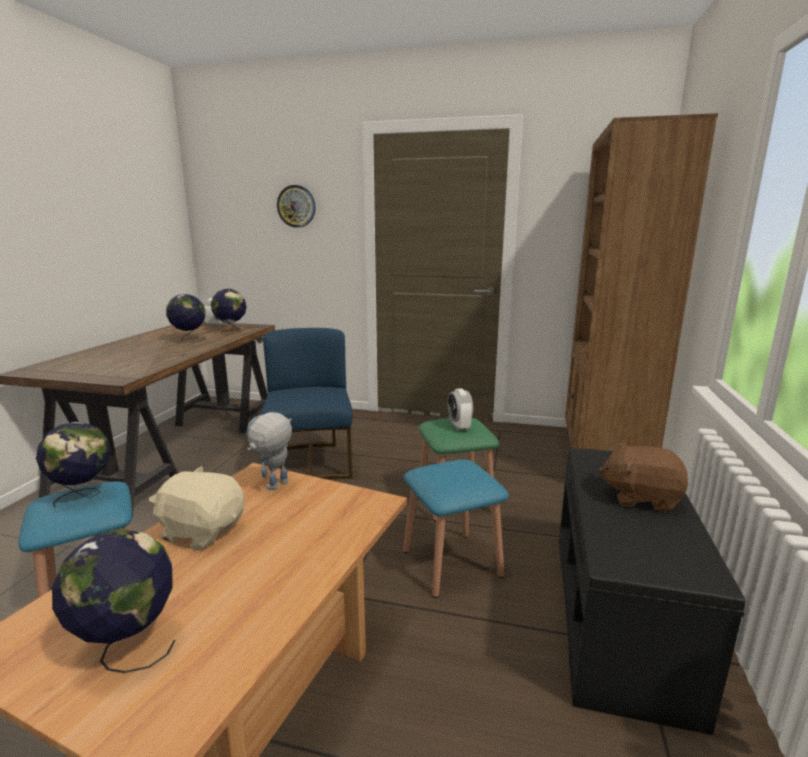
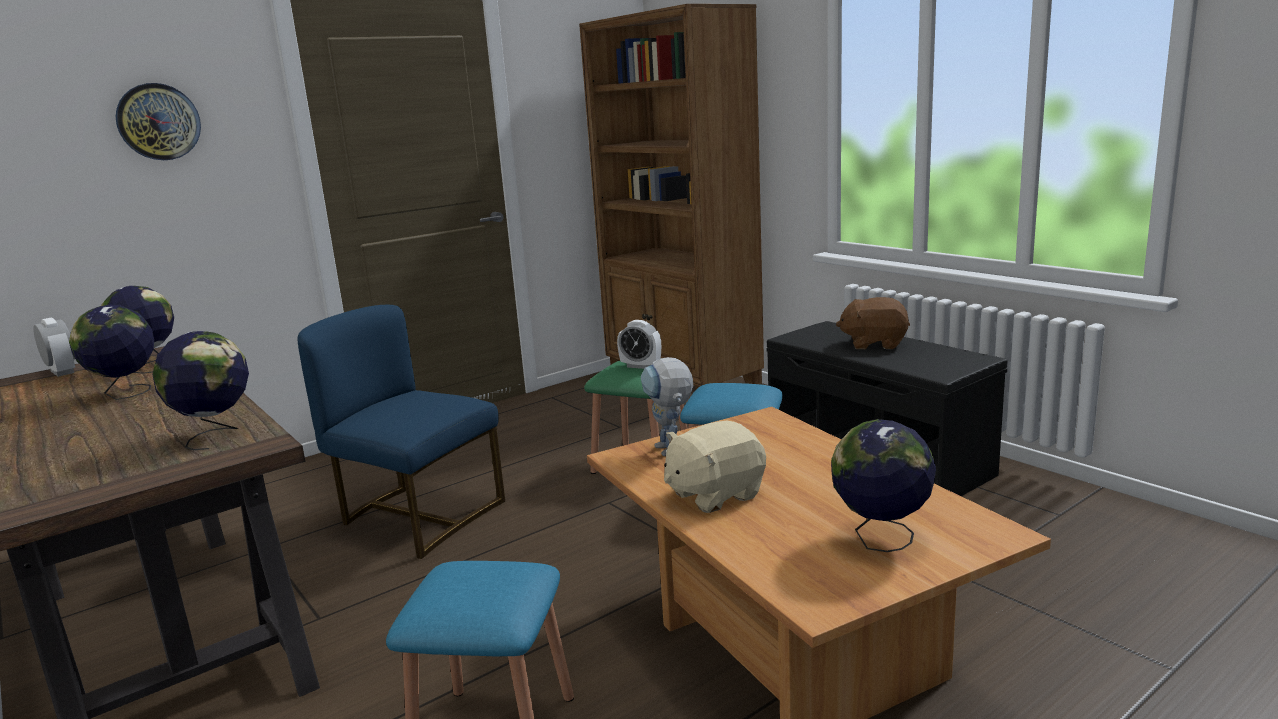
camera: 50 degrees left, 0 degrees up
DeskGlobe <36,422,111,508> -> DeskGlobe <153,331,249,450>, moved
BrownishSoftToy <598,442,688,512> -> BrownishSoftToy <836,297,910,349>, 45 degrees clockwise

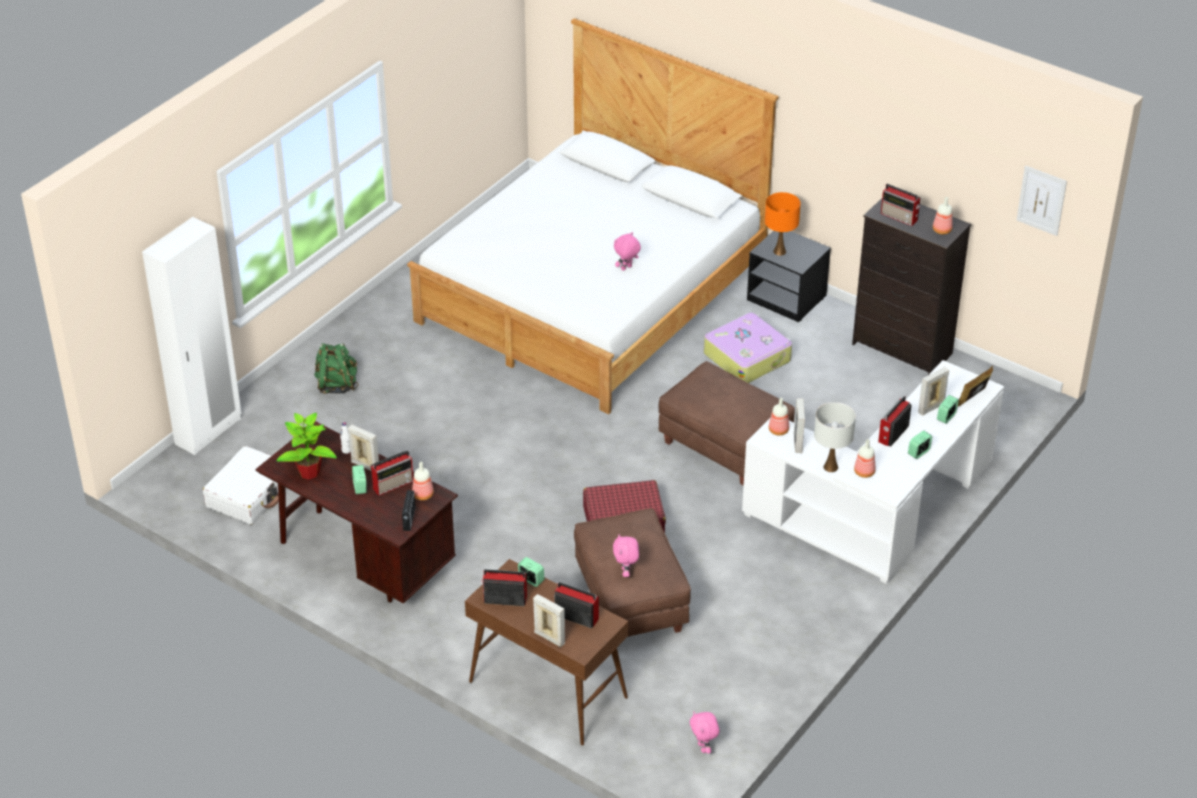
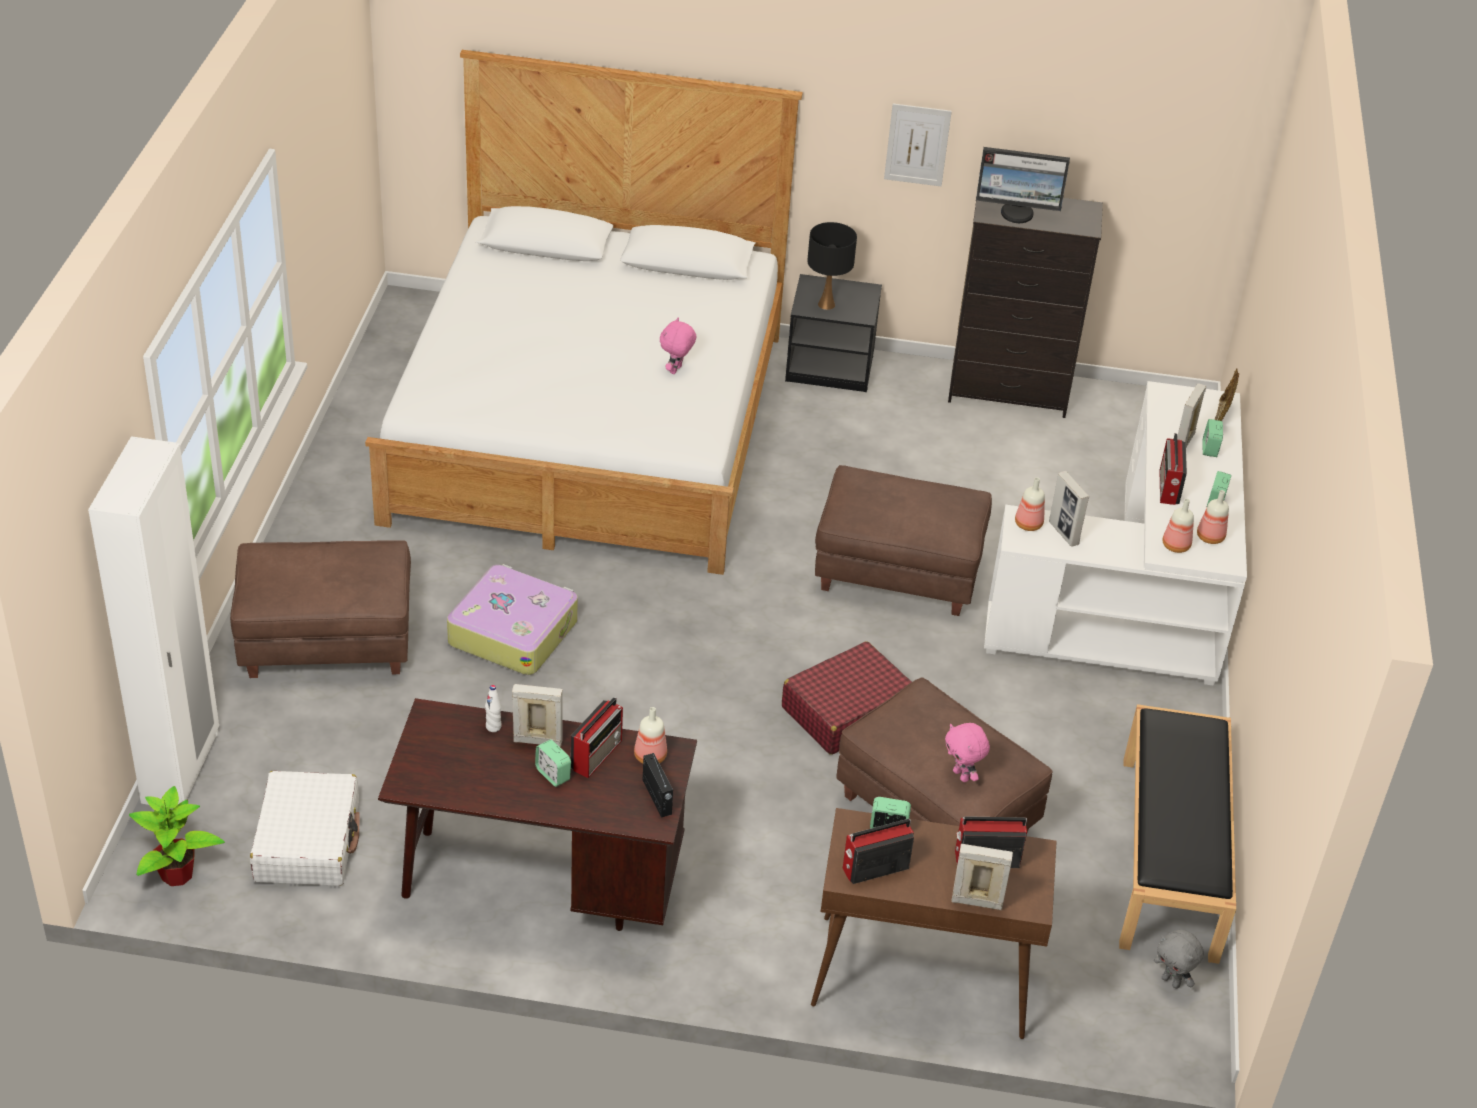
camera: 30 degrees left, 0 degrees up
WhitishTableLamp <814,402,856,472> -> none
none -> BlackColouredBench <1119,704,1236,964>
PlantInAPot <276,413,337,479> -> PlantInAPot <129,786,225,886>, moved
PieceOfLuggage <704,313,792,383> -> PieceOfLuggage <447,564,578,675>, moved
DrinkBottle <933,197,953,234> -> DrinkBottle <1197,490,1229,544>, moved
WallArt <1017,166,1067,236> -> WallArt <884,103,952,186>, moved
GreenKnapsack <314,343,358,394> -> BrownishPouffe <230,540,411,678>
RadioReceiver <881,184,921,226> -> Monitor <976,147,1070,223>
PinkSoftToy <690,711,719,754> -> GraySoftToy <1154,930,1204,989>
OrangeColouredTableLamp <765,192,801,256> -> BlackColouredTableLamp <807,222,857,310>

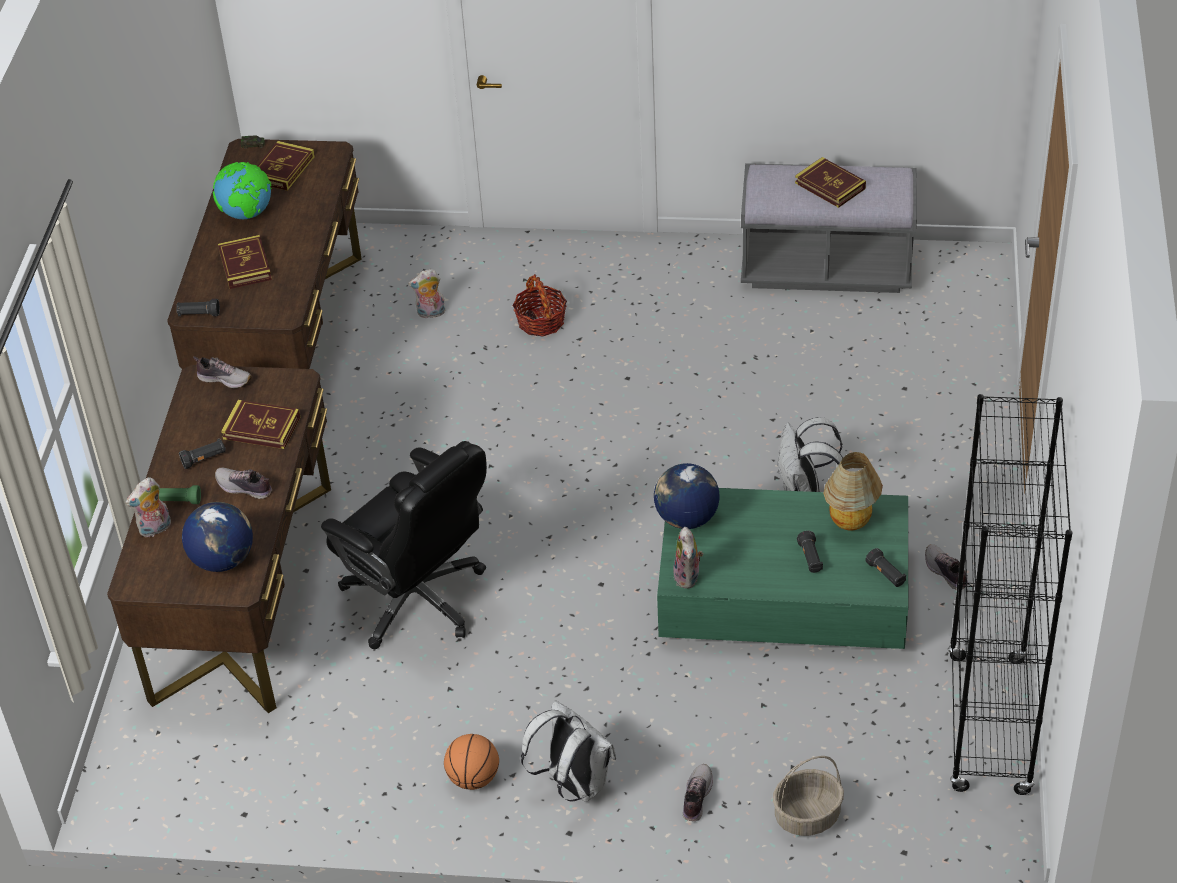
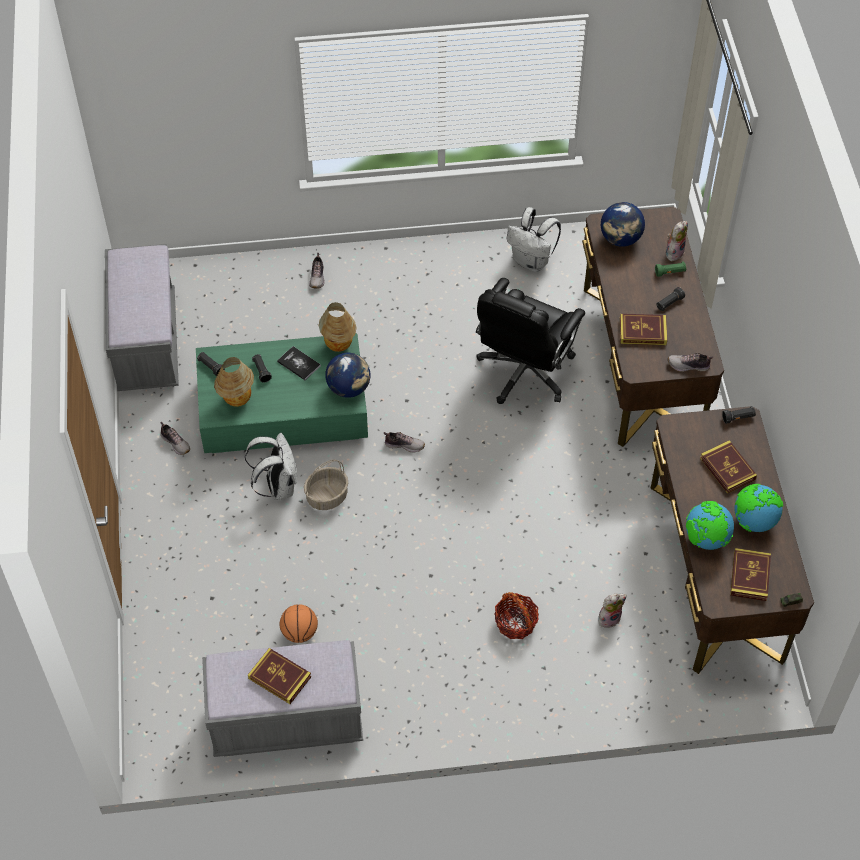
camera: 165 degrees right, 10 degrees up
none -> Volume <277,346,321,380>
none -> DeskGlobe <686,501,734,550>
Shoe <215,468,272,499> -> Shoe <384,432,425,453>, moved
BallForBasketball <444,734,499,790> -> BallForBasketball <279,604,318,643>, moved
WhitishKnapsack <521,700,616,802> -> WhitishKnapsack <507,207,561,272>, moved
HouseholdBasket <773,756,844,836> -> HouseholdBasket <304,459,348,510>, moved
SoftToy <673,527,704,588> -> TableLamp <319,302,357,352>
BlackColouredShelvingUnit <948,394,1073,795> -> GrayBench <105,244,179,391>
BlackColouredComputerChair <321,441,487,649> -> BlackColouredComputerChair <476,278,585,404>, 90 degrees counterclockwise

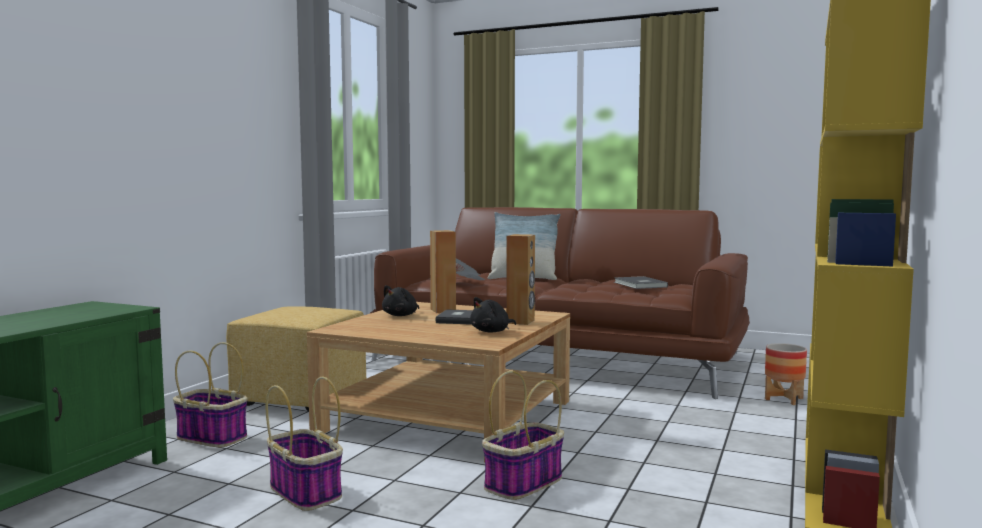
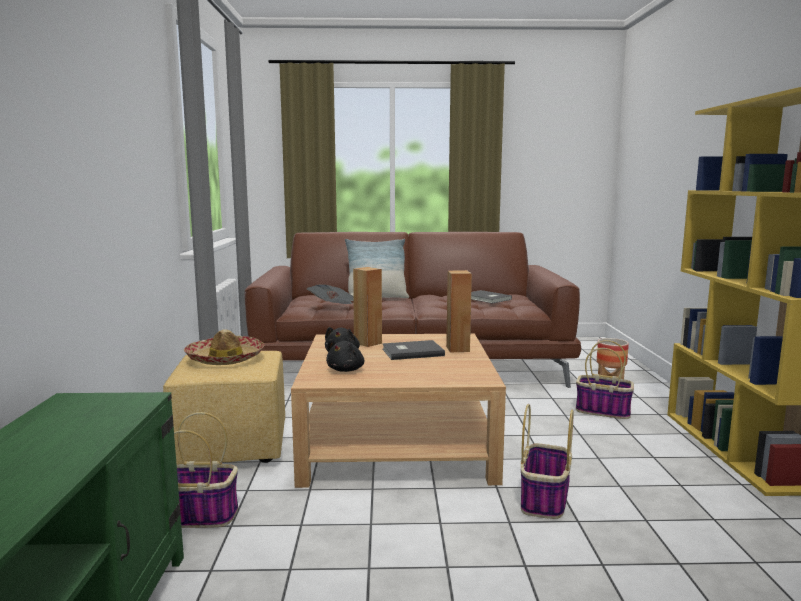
camera: 25 degrees left, 5 degrees up
none -> WearableHat <184,329,265,365>
HouseholdBasket <266,377,343,511> -> HouseholdBasket <576,340,634,419>, moved
BlackColouredSoftToy <470,297,516,332> -> BlackColouredSoftToy <326,340,364,372>, moved

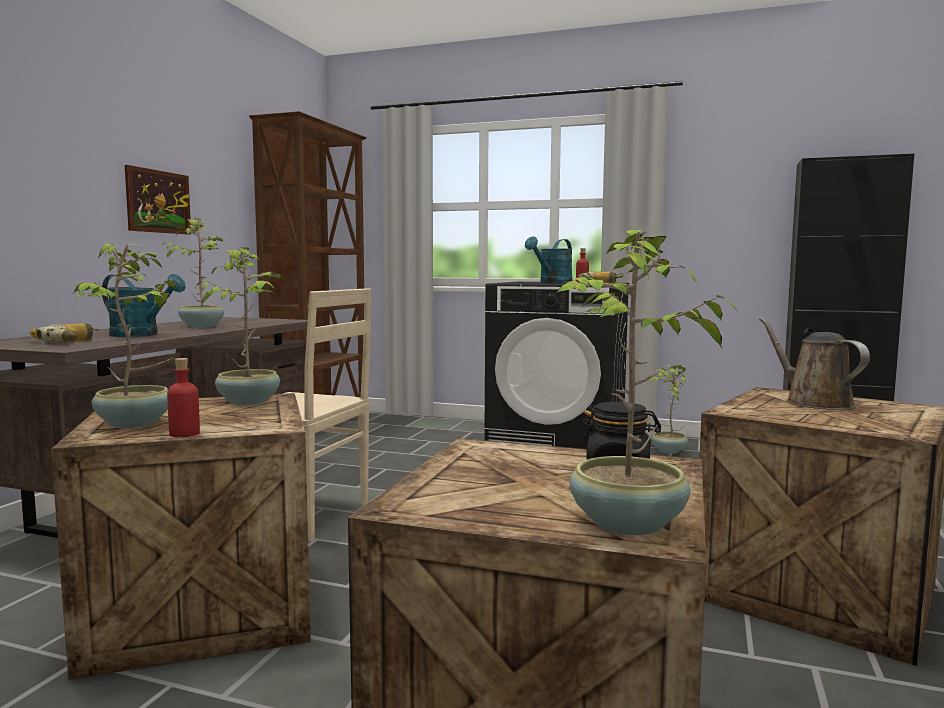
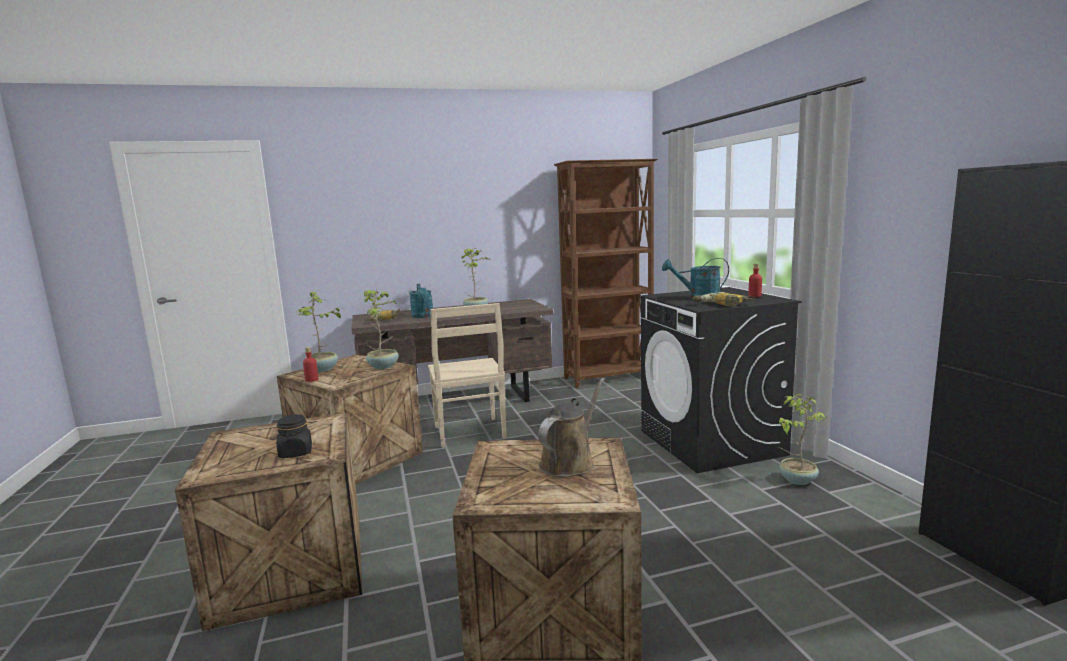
camera: 55 degrees right, 5 degrees up
WallArt <125,165,191,235> -> none
PlantInAPot <556,230,739,535> -> none

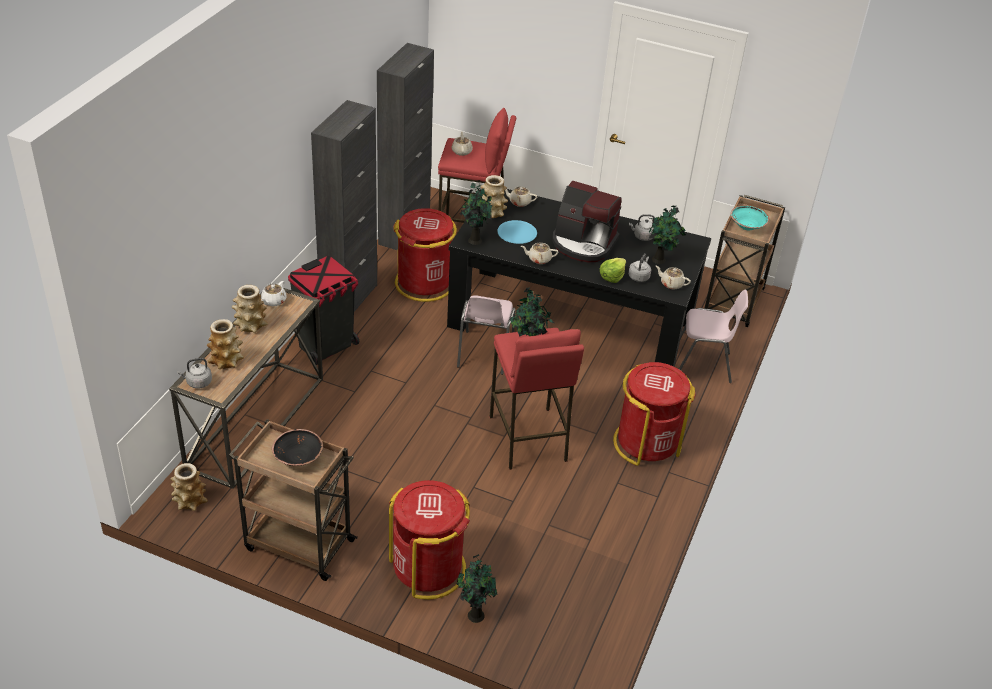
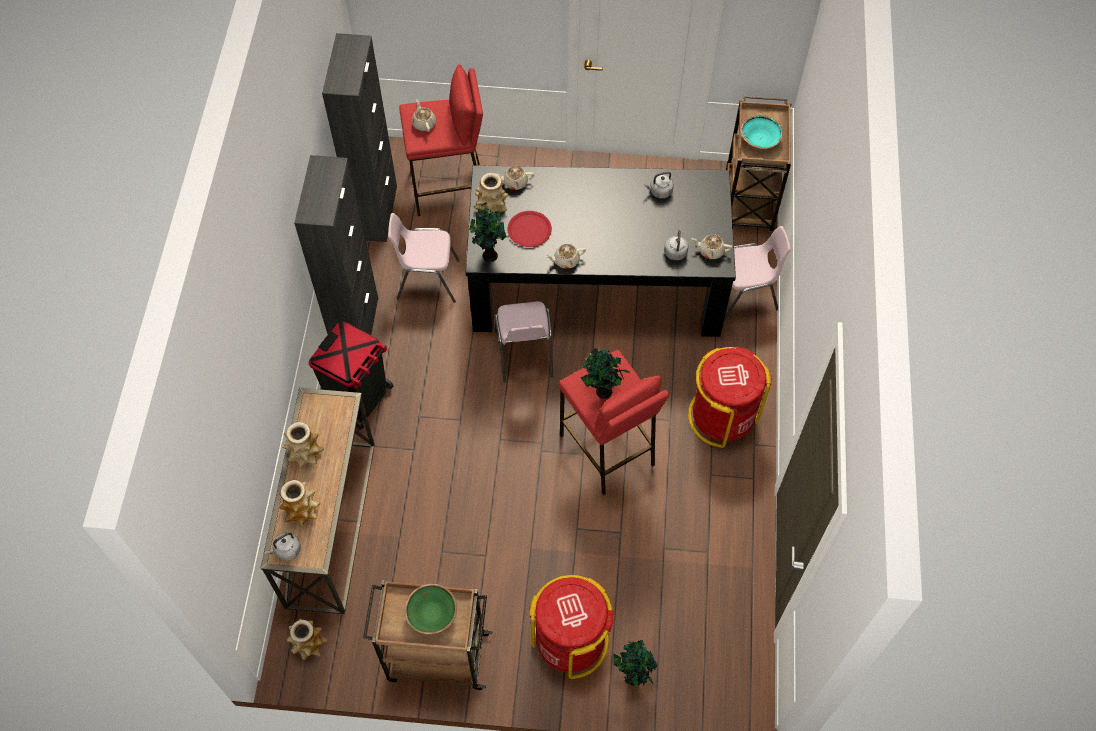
camera: 15 degrees left, 20 degrees up
WhitishTeapot <261,281,287,306> -> none
CoffeeMachine <552,180,622,263> -> none
Lettuce <600,258,626,283> -> none
PlantInAPot <649,206,686,264> -> none
ReddishWasteBin <393,208,457,302> -> PinkPlainChair <388,213,460,303>
BlackColouredDeepDish <272,429,323,466> -> GreenDeepDish <404,584,457,634>
BlueColouredDinnerPlate <497,220,537,244> -> ReddishDinnerPlate <508,211,552,247>

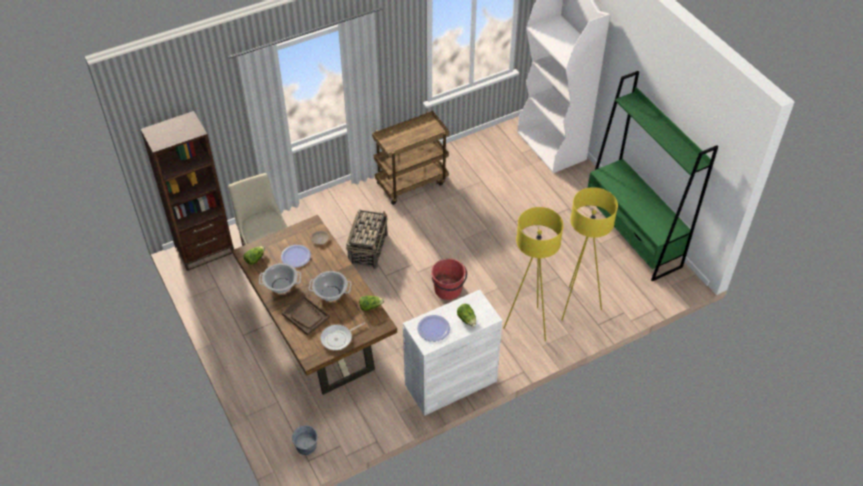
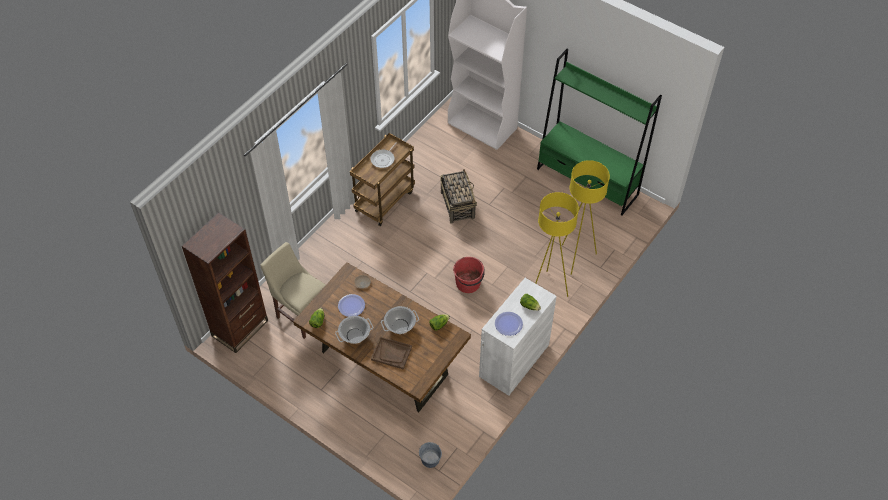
camera: 25 degrees left, 5 degrees up
Pan <320,323,365,350> -> Pan <371,143,397,168>, moved
HouseholdBasket <346,210,388,269> -> HouseholdBasket <440,169,477,224>, moved

